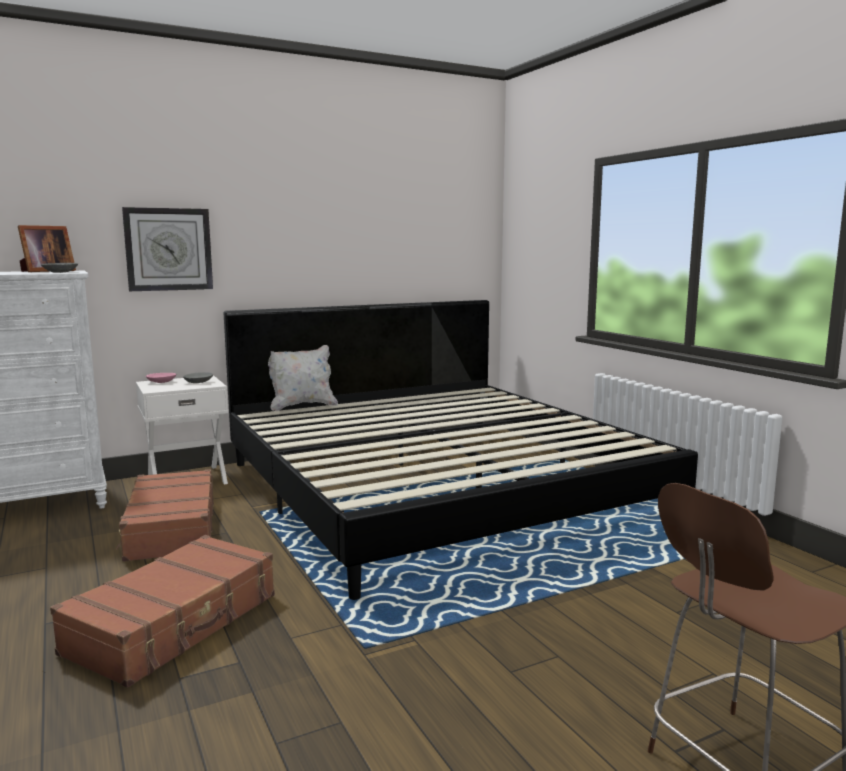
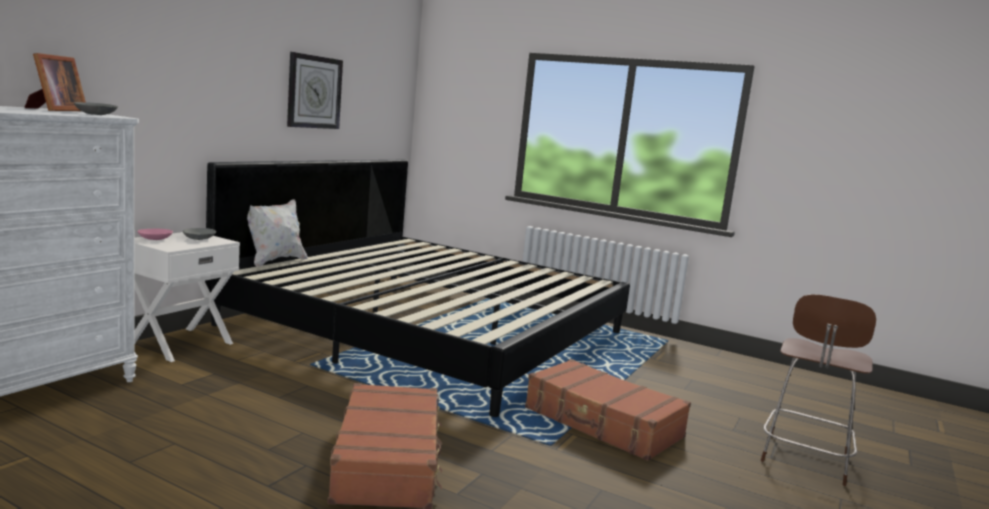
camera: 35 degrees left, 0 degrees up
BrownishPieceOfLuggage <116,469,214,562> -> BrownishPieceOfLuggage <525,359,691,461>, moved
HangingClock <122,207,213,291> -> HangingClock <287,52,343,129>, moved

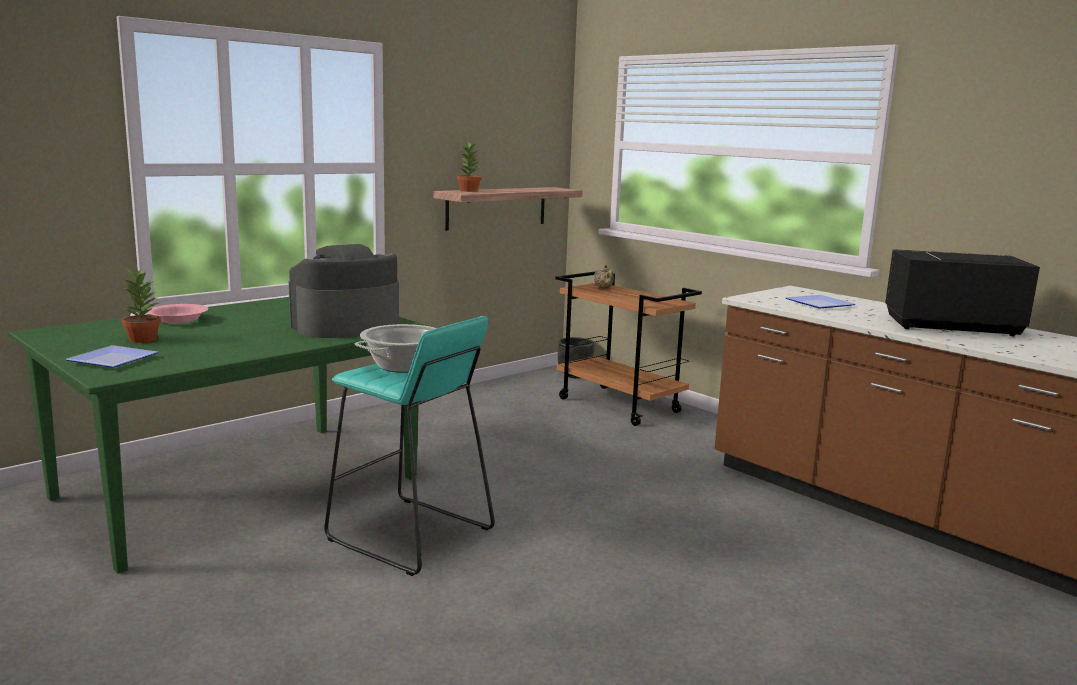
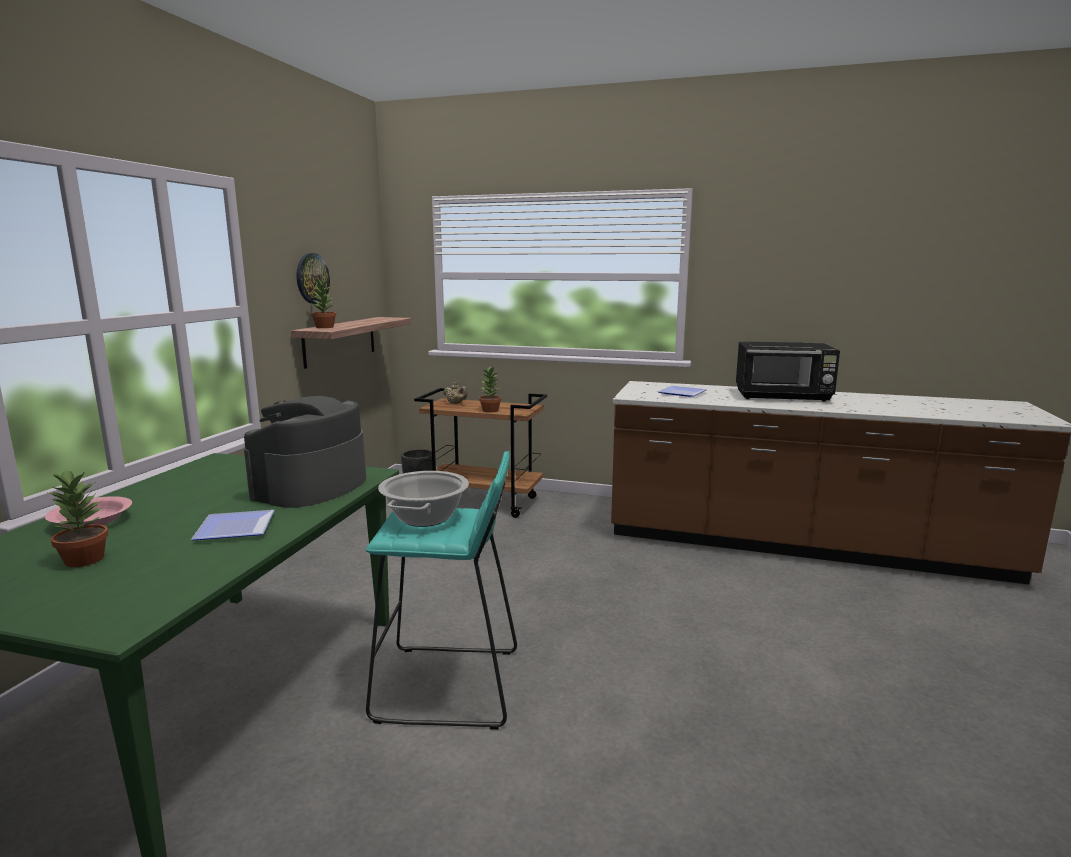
camera: 30 degrees left, 0 degrees up
none -> HangingClock <296,253,330,304>
none -> PlantInAPot <479,367,501,413>
DinnerPlate <65,345,158,367> -> DinnerPlate <191,510,274,540>, moved
BlackColouredMicrowaveOven <885,249,1040,336> -> BlackColouredMicrowaveOven <736,342,840,402>, 150 degrees counterclockwise

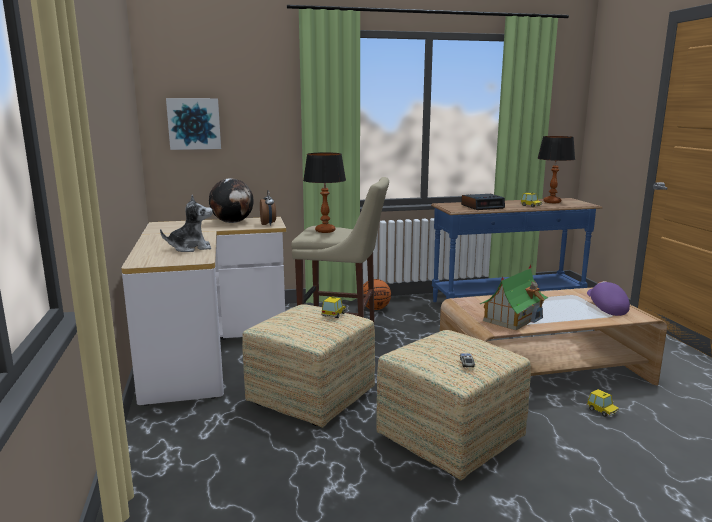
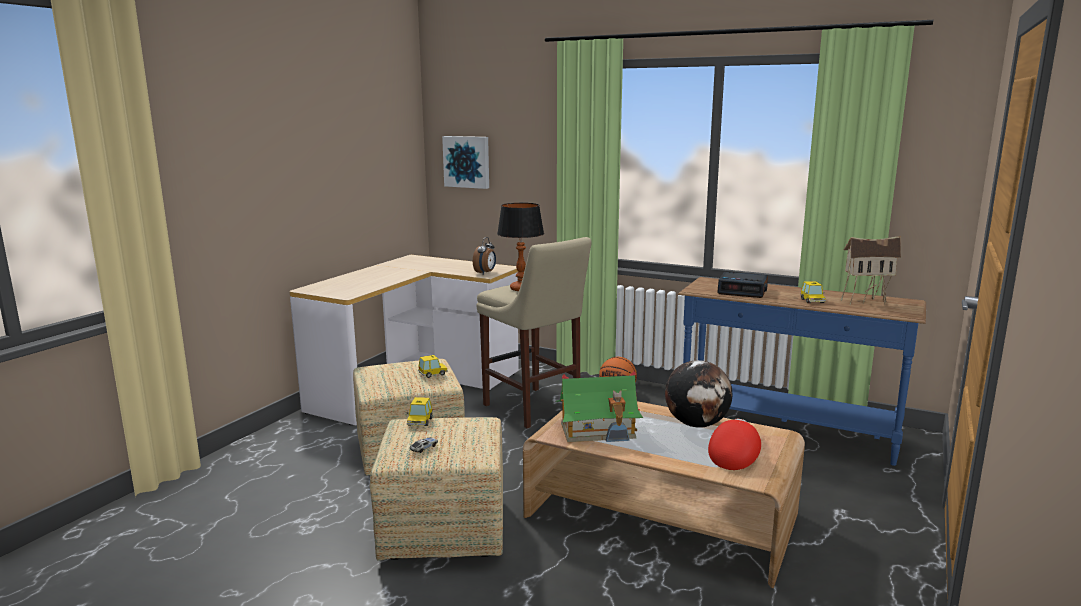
camera: 40 degrees right, 0 degrees up
SoftToy <160,195,213,252> -> none
DeskGlobe <209,178,253,223> -> DeskGlobe <665,360,733,428>, moved
ToyCar <587,389,619,417> -> ToyCar <407,397,433,426>, moved
TableLamp <537,136,575,203> -> MiniatureHouse <841,236,901,305>
PurpleColouredPeakedCap <587,281,630,316> -> ReddishPeakedCap <708,419,761,470>

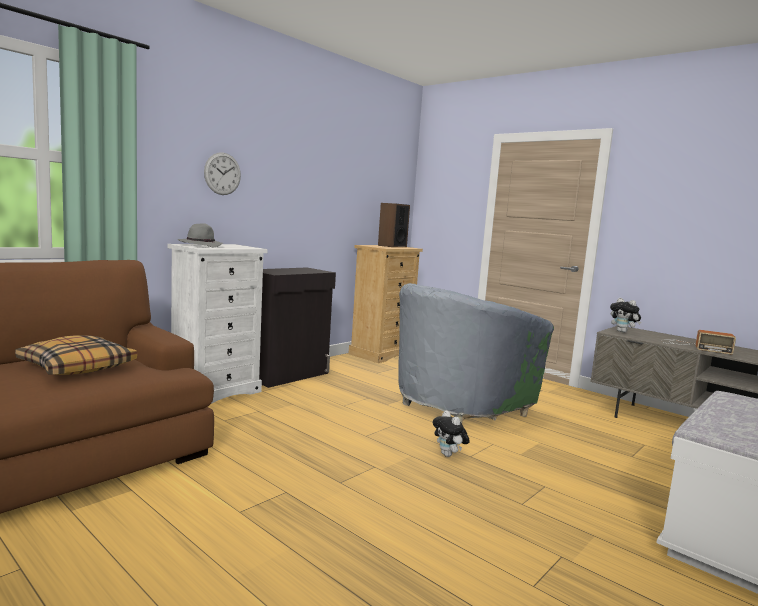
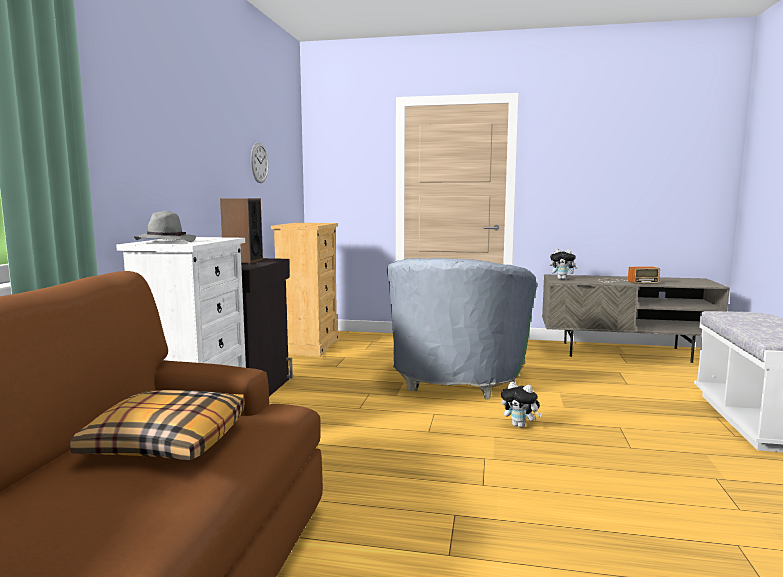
camera: 30 degrees left, 0 degrees up
HangingClock <204,153,241,195> -> HangingClock <251,143,268,183>, moved
Speaker <378,203,410,247> -> Speaker <220,198,263,263>, moved

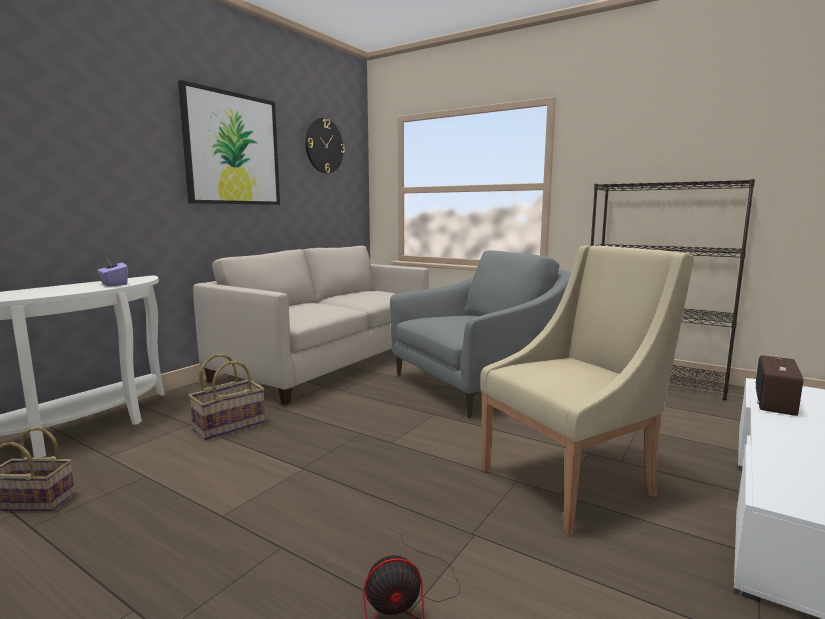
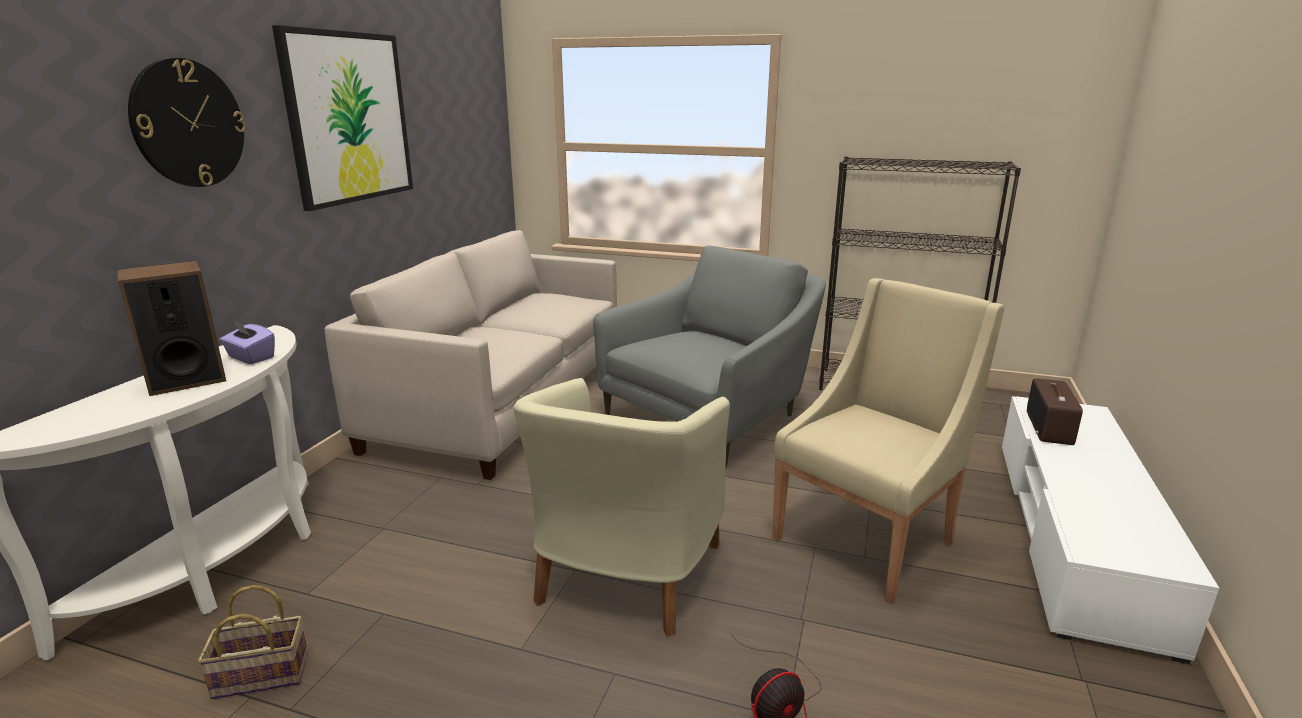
camera: 15 degrees left, 10 degrees up
HouseholdBasket <188,354,265,440> -> none
none -> Speaker <118,261,226,396>
none -> SandColouredLoungeChair <513,378,730,636>
HangingClock <305,118,345,173> -> HangingClock <128,58,246,187>, moved

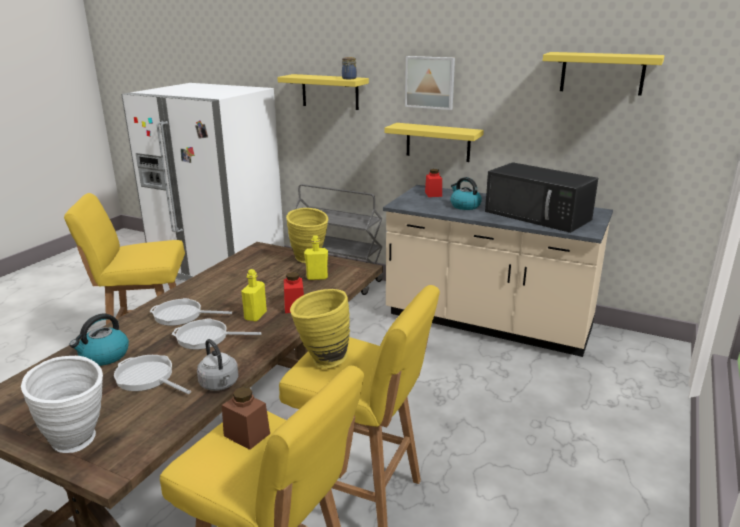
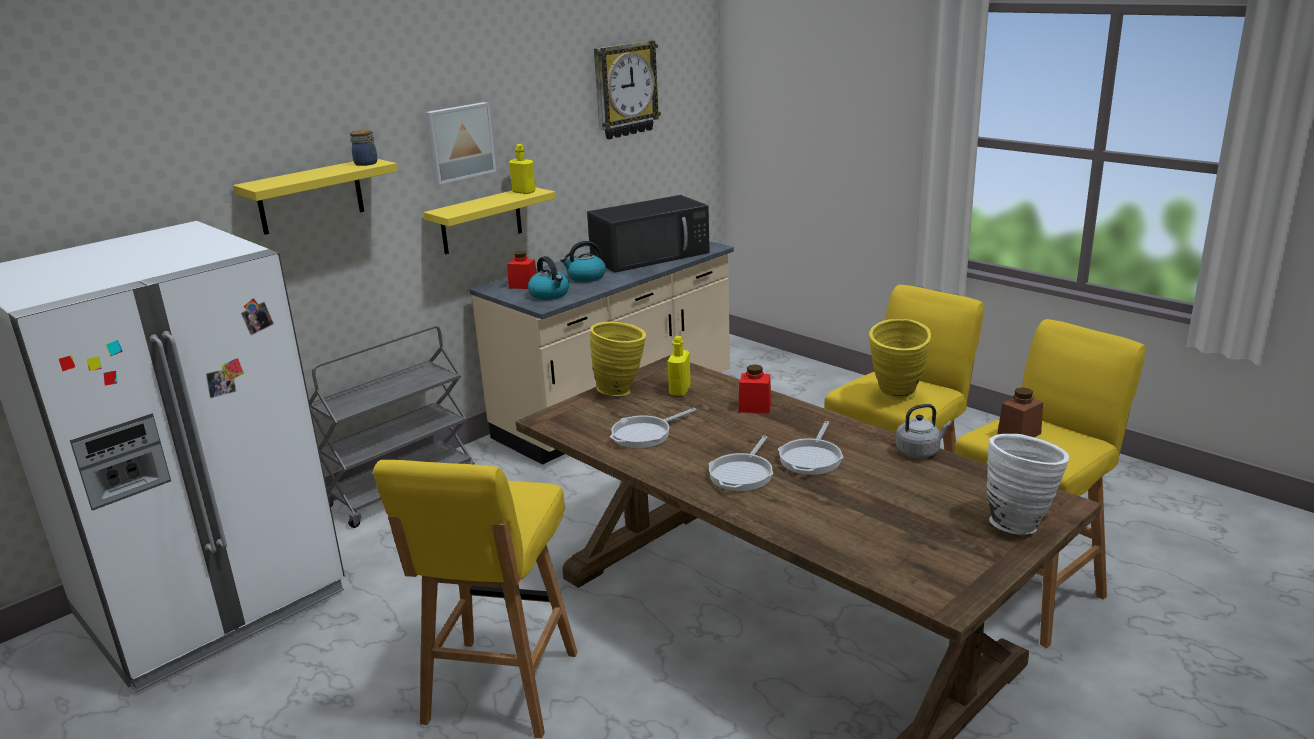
camera: 70 degrees left, 0 degrees up
Kettle <70,313,129,366> -> Kettle <528,256,569,300>, moved
Pan <114,355,191,394> -> Pan <610,408,696,449>, moved
YellowishDrinkBottle <241,269,267,322> -> YellowishDrinkBottle <509,144,536,194>, moved
YellowishShelf <543,52,665,96> -> HangingClock <594,40,661,139>

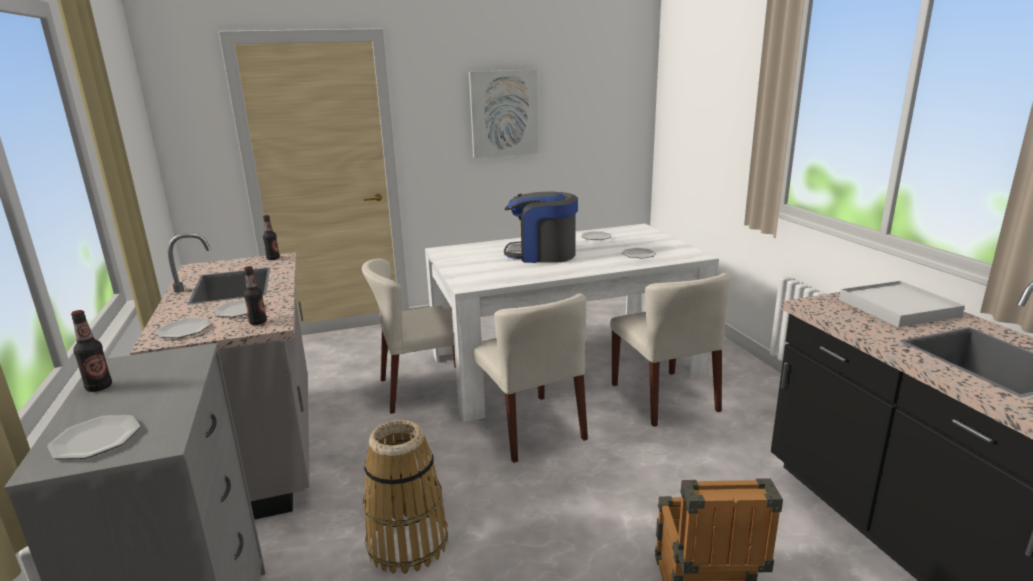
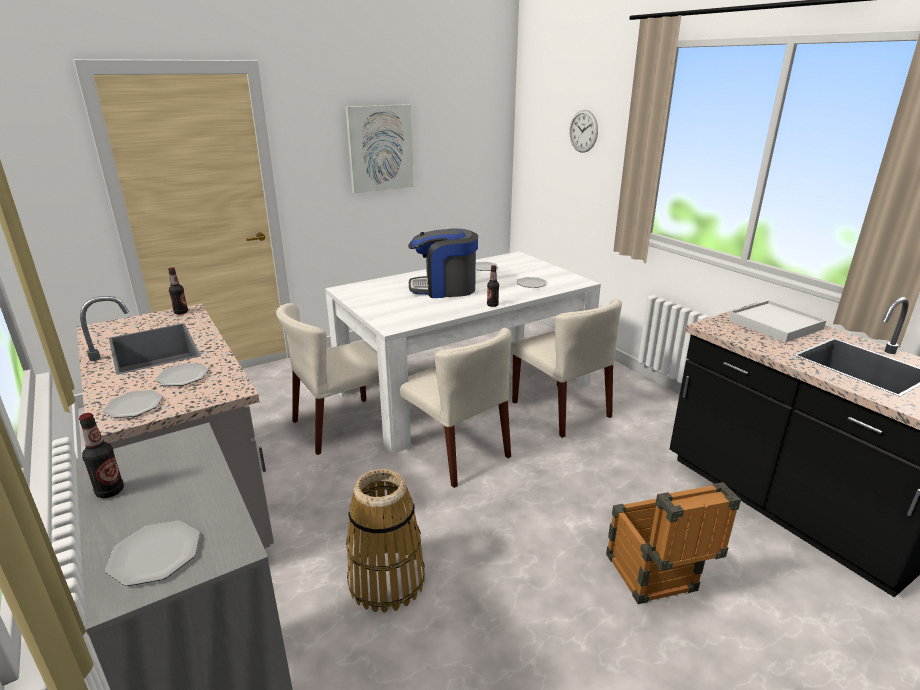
camera: 15 degrees left, 5 degrees up
none -> HangingClock <569,110,598,153>
DrinkBottle <244,266,267,325> -> DrinkBottle <487,265,499,307>, moved

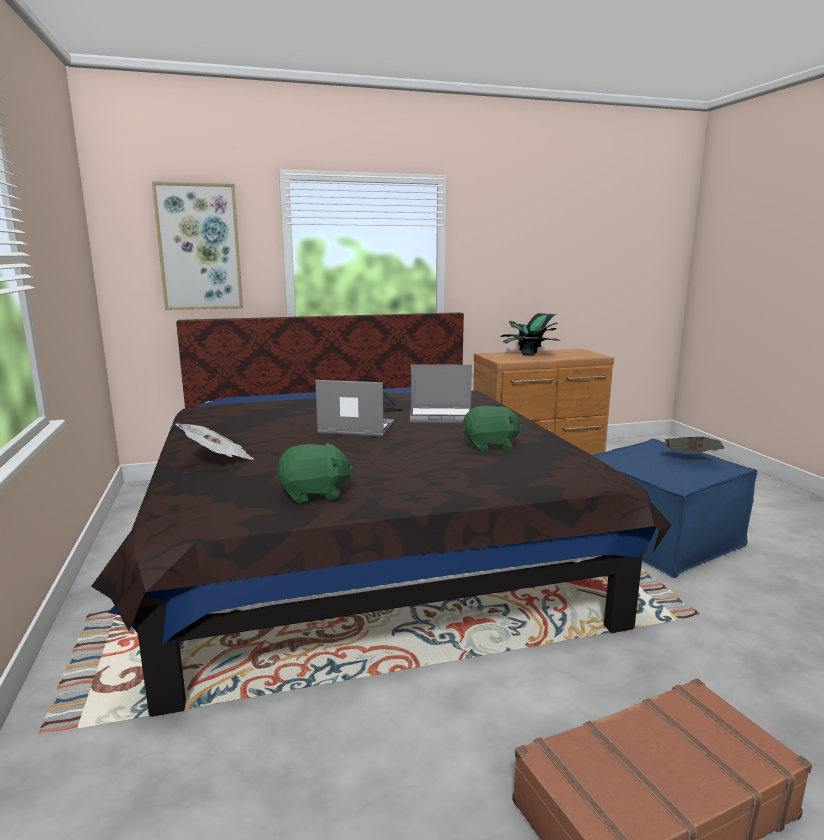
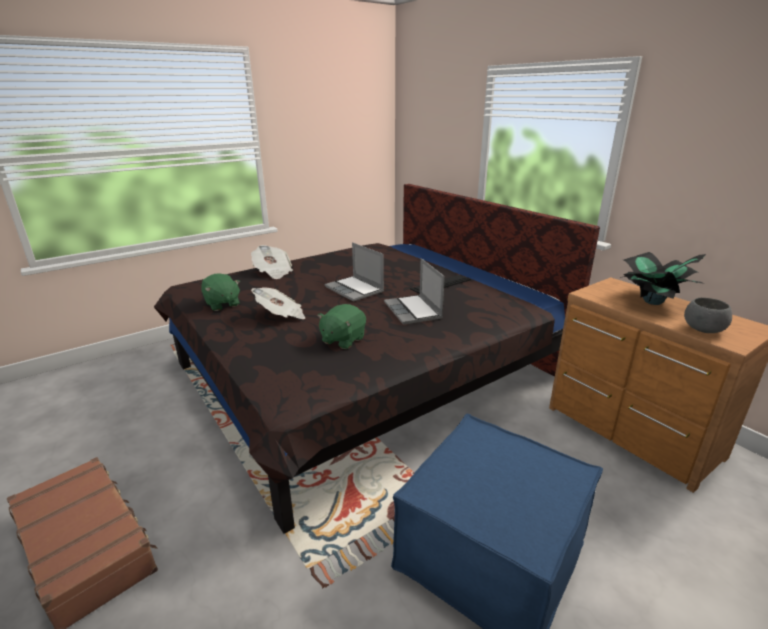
camera: 70 degrees right, 10 degrees up
WallArt <152,182,243,310> -> none
none -> GrayDeepDish <684,298,732,333>
PrintedPaper <664,437,724,452> -> PrintedPaper <251,287,306,319>, moved
PortableComputer <315,380,394,437> -> PortableComputer <325,242,384,302>, 150 degrees clockwise
GreenSoftToy <462,406,522,451> -> GreenSoftToy <317,304,366,349>, 60 degrees clockwise

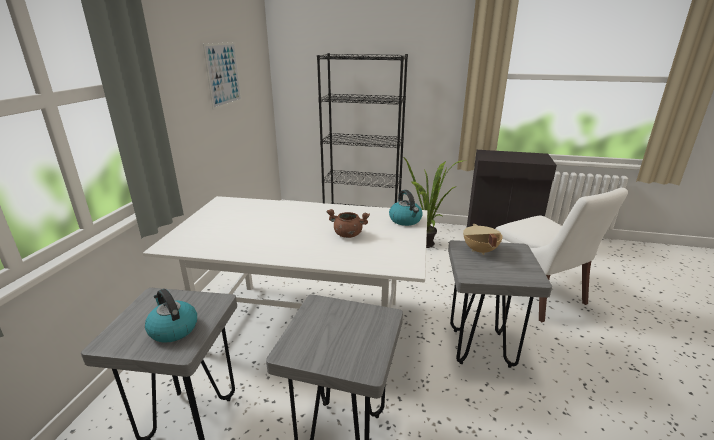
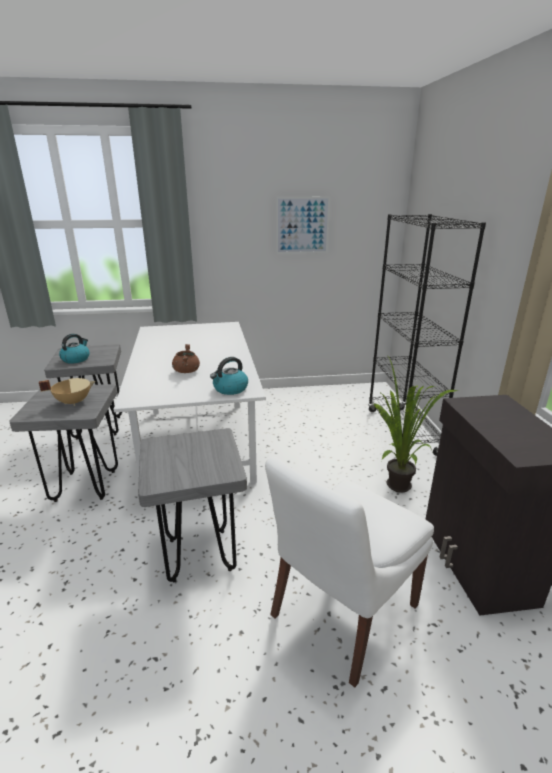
camera: 70 degrees right, 0 degrees up
SandColouredCookingPot <463,224,503,255> -> SandColouredCookingPot <39,378,95,406>, moved

